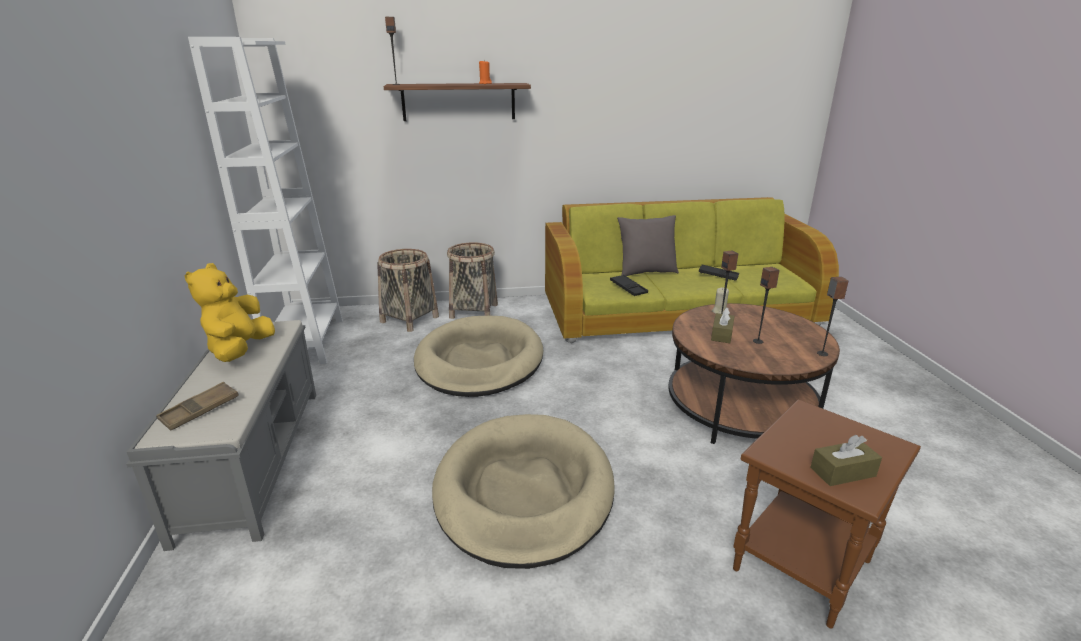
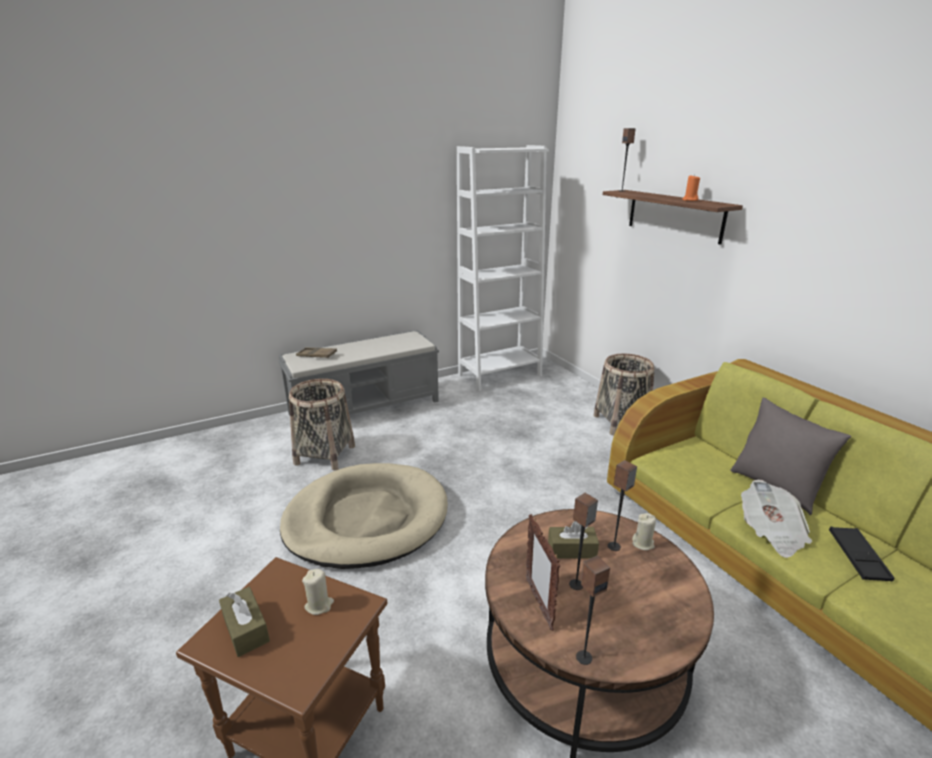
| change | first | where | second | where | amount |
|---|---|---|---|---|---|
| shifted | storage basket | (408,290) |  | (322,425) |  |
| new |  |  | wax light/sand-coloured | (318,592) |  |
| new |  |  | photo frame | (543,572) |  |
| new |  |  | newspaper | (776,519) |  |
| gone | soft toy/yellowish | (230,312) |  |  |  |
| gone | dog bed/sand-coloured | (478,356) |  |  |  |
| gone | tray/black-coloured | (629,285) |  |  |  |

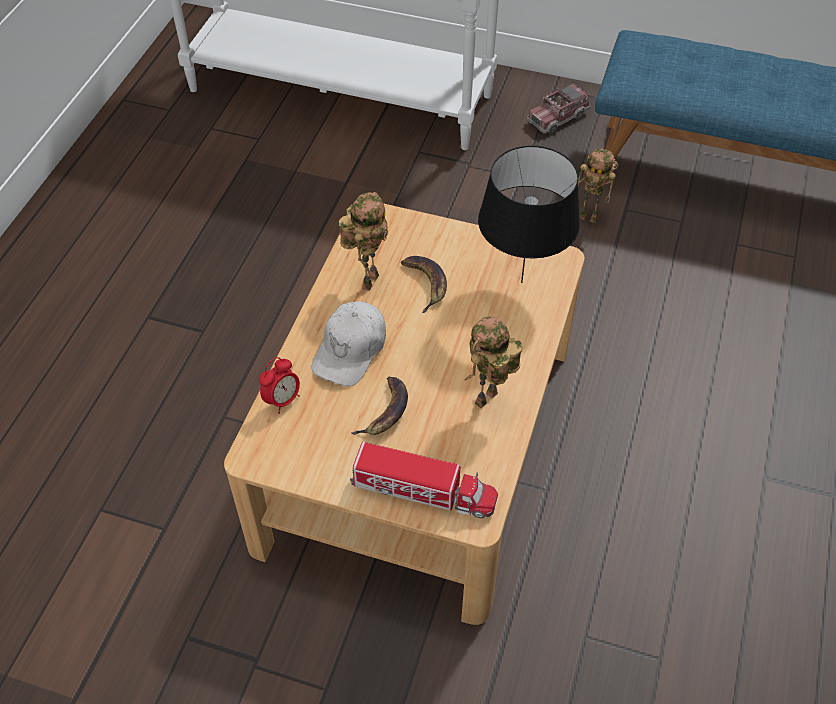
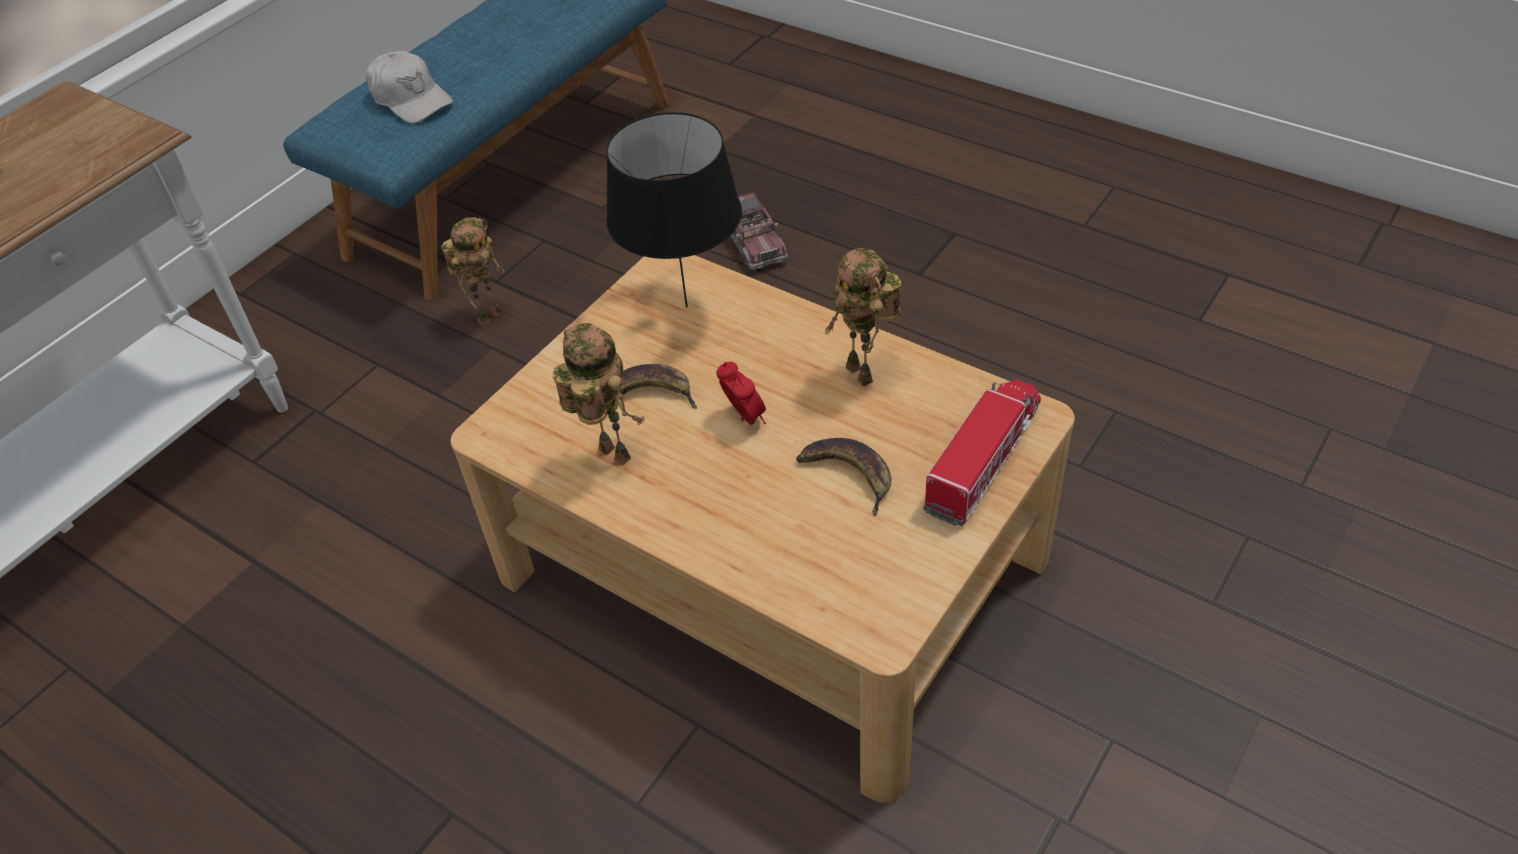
| change | first | where | second | where | amount |
|---|---|---|---|---|---|
| shifted | peaked cap/white-coloured | (349,343) |  | (409,87) |  |
| shifted | bedside clock | (279,385) |  | (741,393) |  |
| shifted | toy lorry | (559,108) |  | (758,230) |  |

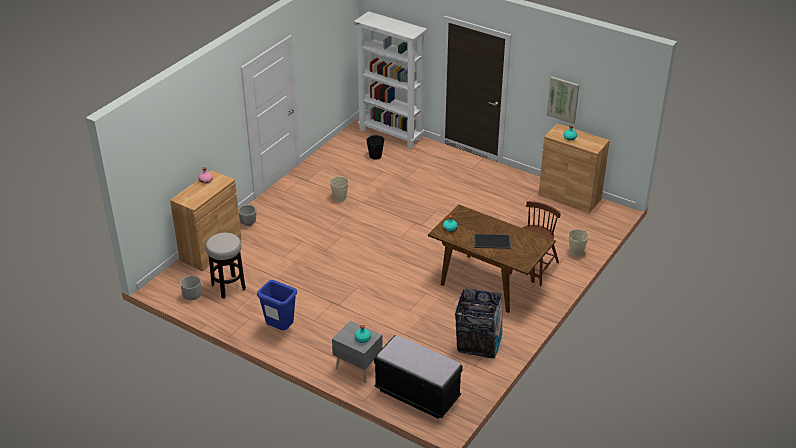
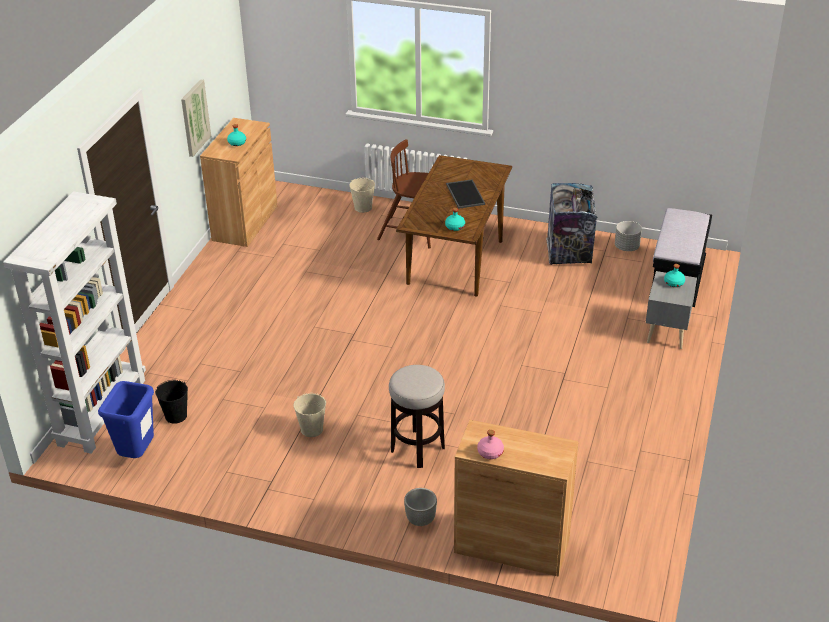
| change | first | where | second | where | amount |
|---|---|---|---|---|---|
| shifted | trash can/bluish | (277,305) |  | (126,419) |  |
| shifted | stool seat | (226,266) |  | (417,416) |  |
| shifted | flower pot/gray | (191,288) |  | (628,236) |  |

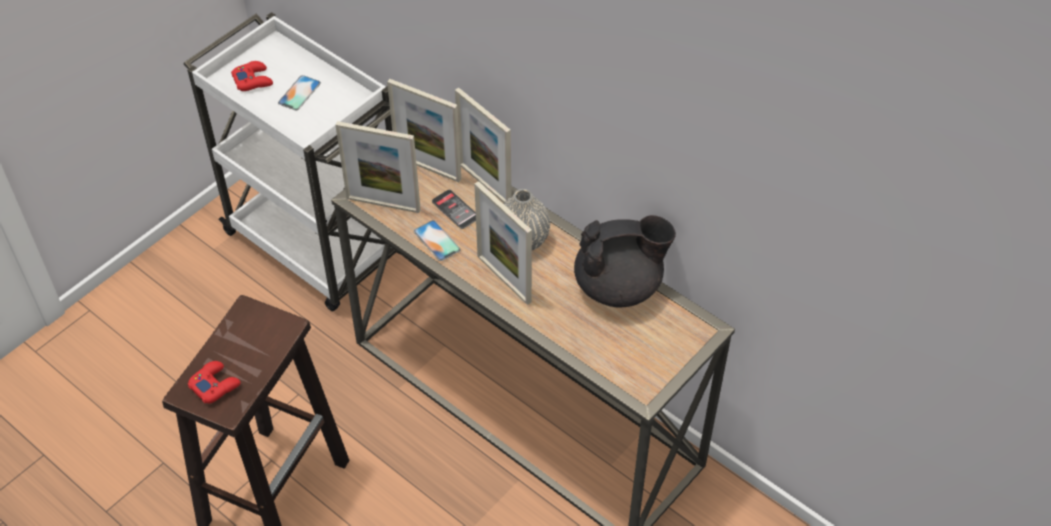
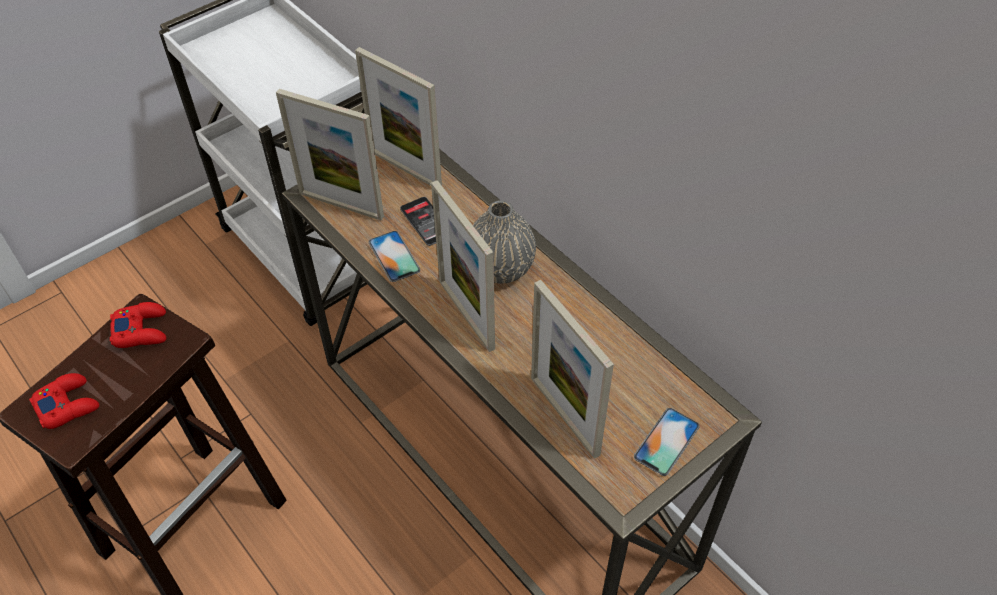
| change | first | where | second | where | amount |
|---|---|---|---|---|---|
| shifted | gamepad/red-coloured | (252,76) |  | (138,325) |  |
| shifted | photo frame | (483,145) |  | (572,369) |  |
| shifted | telephone | (299,92) |  | (667,442) |  |
| gone | tea pot/black-coloured | (625,261) |  |  |  |

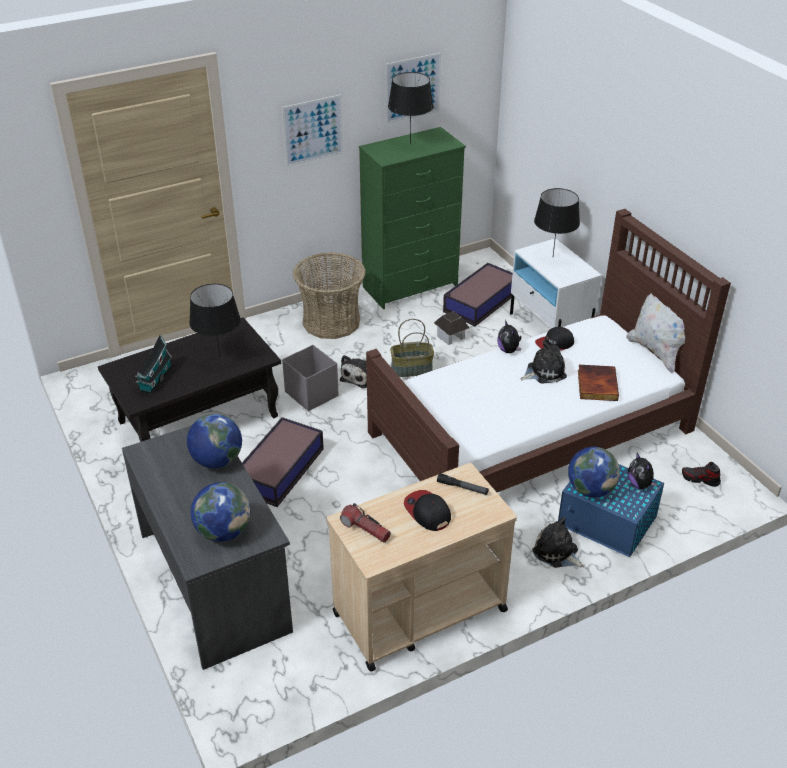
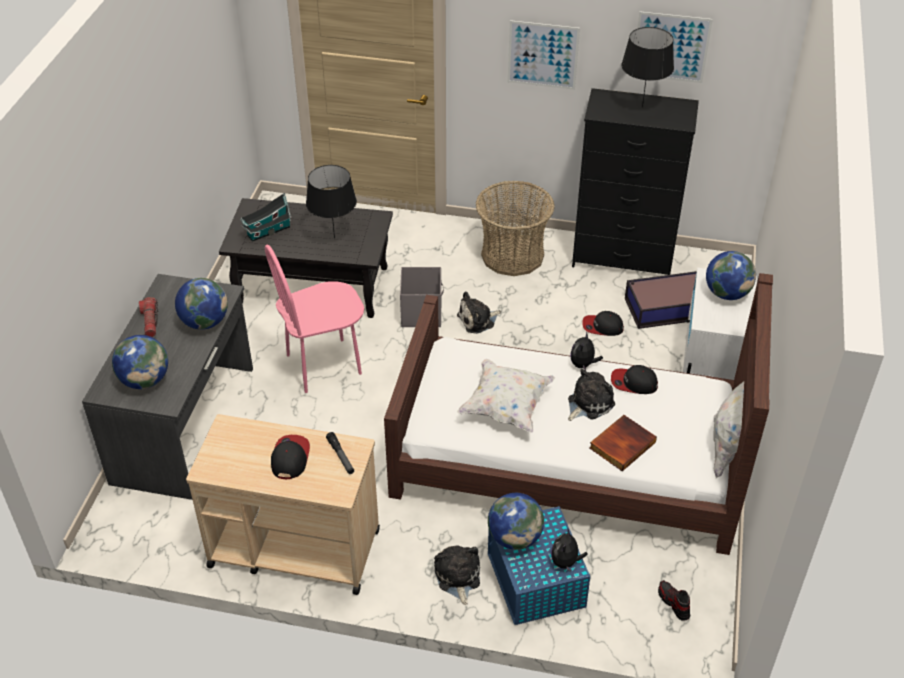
| change | first | where | second | where | amount |
|---|---|---|---|---|---|
| shifted | torch | (365,522) |  | (148,317) |  |
| swapped | storage bin | (283,462) | chair/pink-coloured | (314,319) |  |
| new |  |  | throw pillow/white-coloured | (506,396) |  |
| rotated | soft toy | (543,362) |  | (591,395) | 60 degrees counterclockwise |
| repainted | dresser/greenish | (412,218) | dresser/black-coloured | (635,181) |  |
| swapped | miniature house | (452,328) | peaked cap | (603,323) |  |
| swapped | lamp for a table/black-coloured | (557,221) | desk globe | (731,275) |  |
| gone | storage basket | (412,348) |  |  |  |

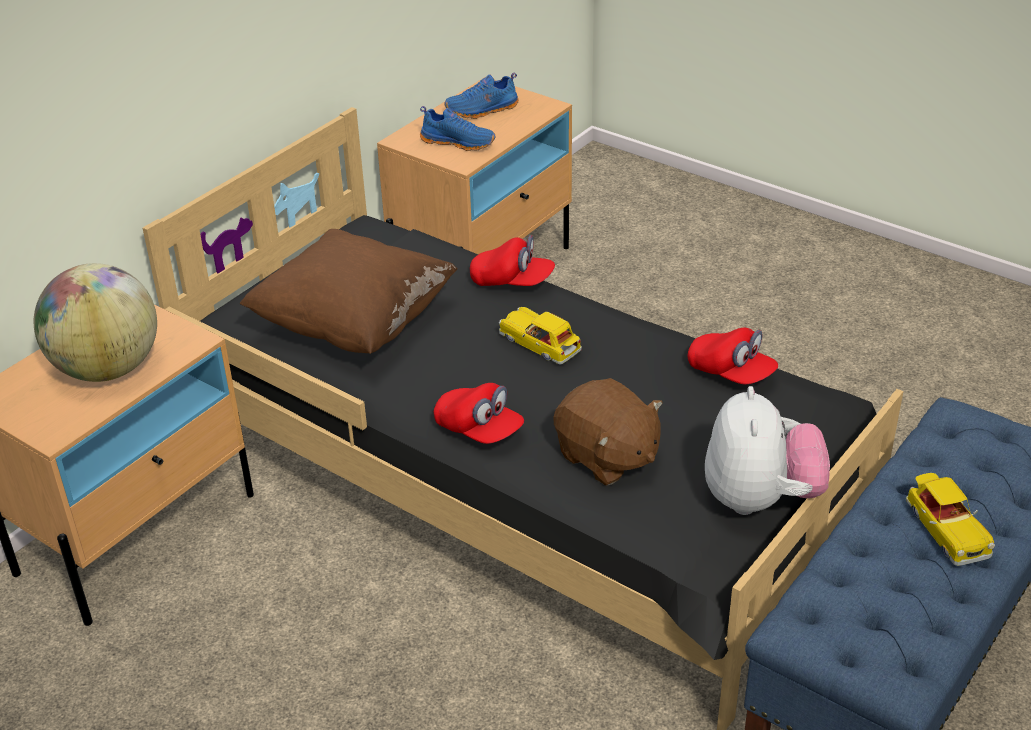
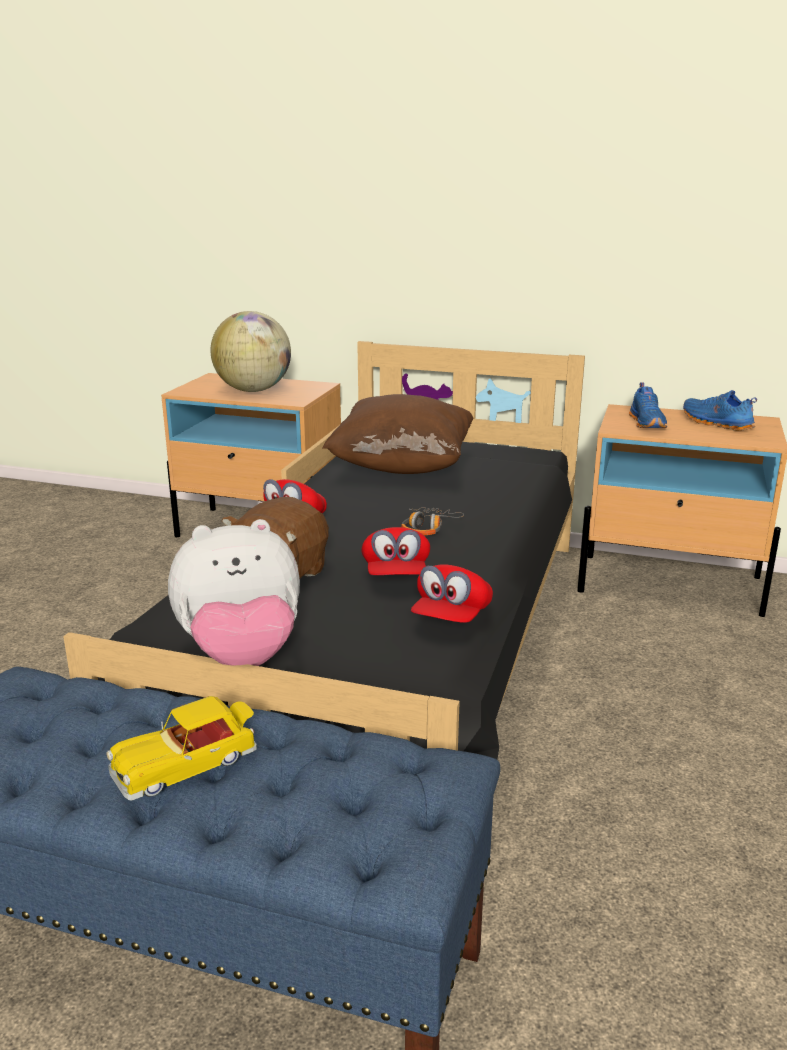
| change | first | where | second | where | amount |
|---|---|---|---|---|---|
| shifted | peaked cap/red-coloured | (512,260) |  | (395,551) |  |
| swapped | miniature car | (540,336) | headphones | (432,521) |  |

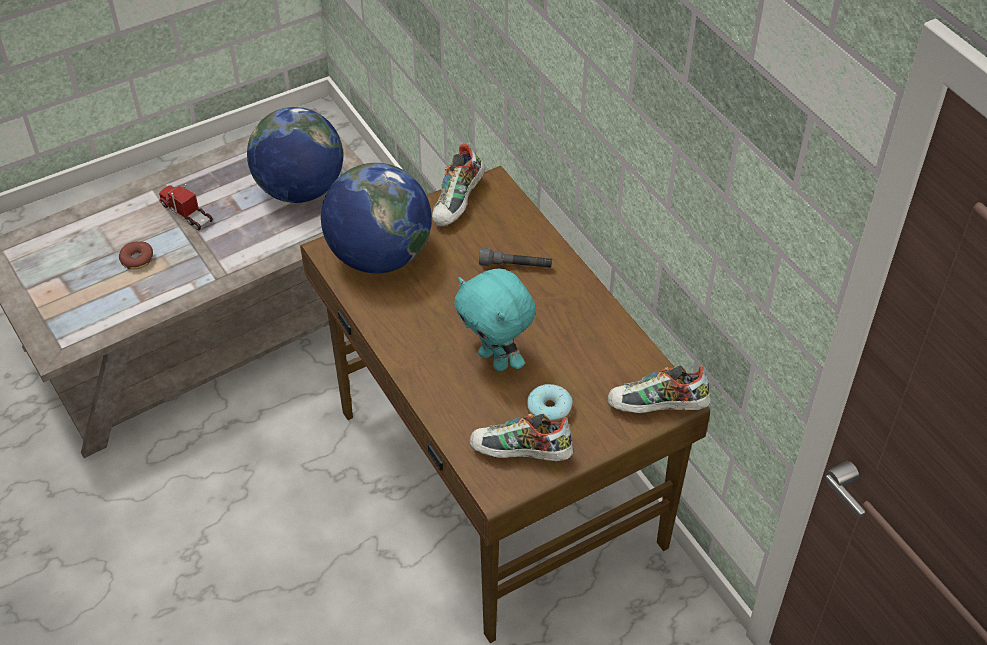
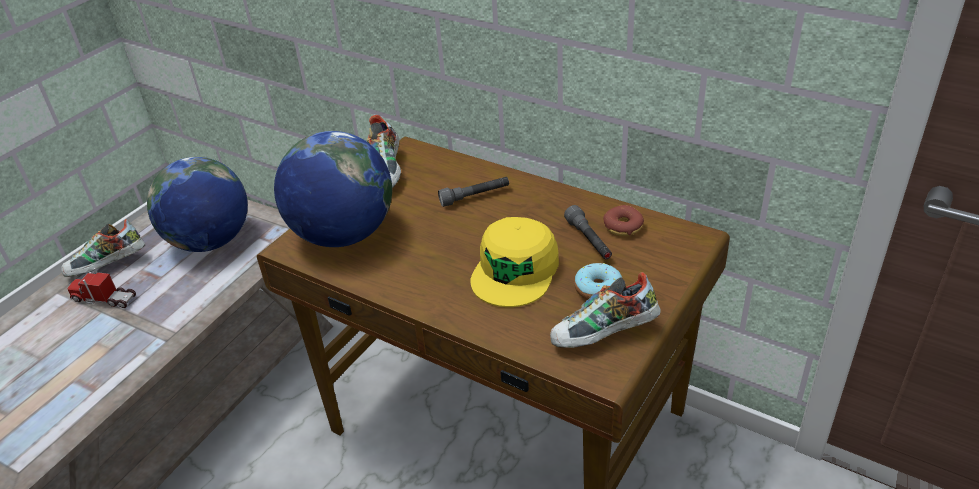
| change | first | where | second | where | amount |
|---|---|---|---|---|---|
| shifted | shoe | (659,389) |  | (103,248) |  |
| swapped | soft toy/blue-green | (495,320) | peaked cap/yellowish | (514,262) |  |
| new |  |  | torch/gray | (588,232) |  |
| shifted | doughnut | (136,255) |  | (623,220) |  |

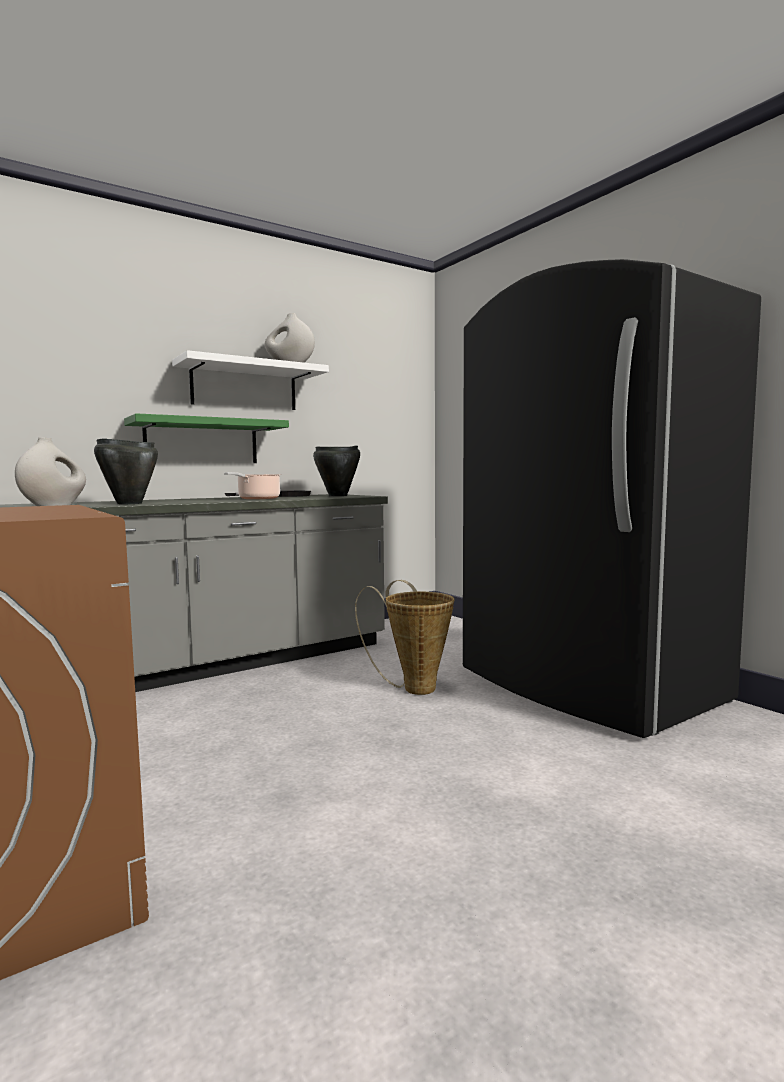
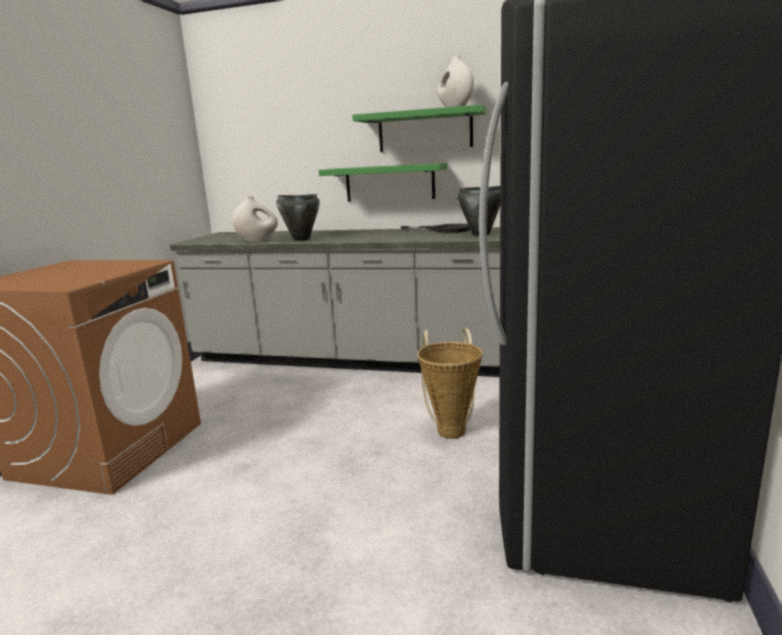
| change | first | where | second | where | amount |
|---|---|---|---|---|---|
| repainted | bracket shelf/white-coloured | (250,380) | bracket shelf/greenish | (419,128) |  |
| gone | stockpot | (253,485) |  |  |  |

